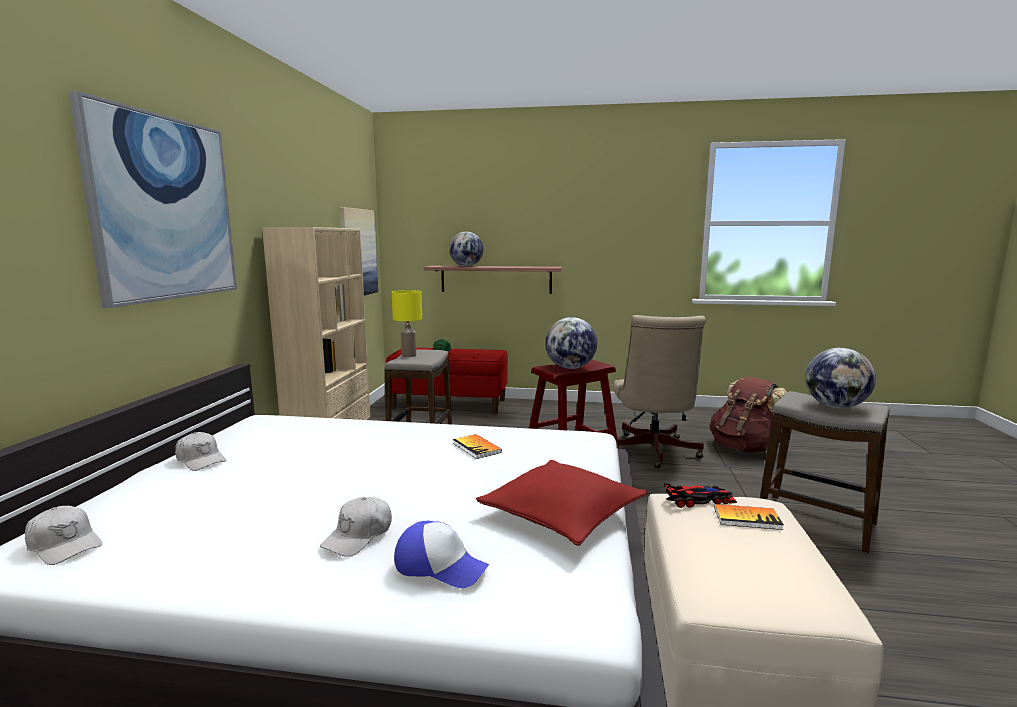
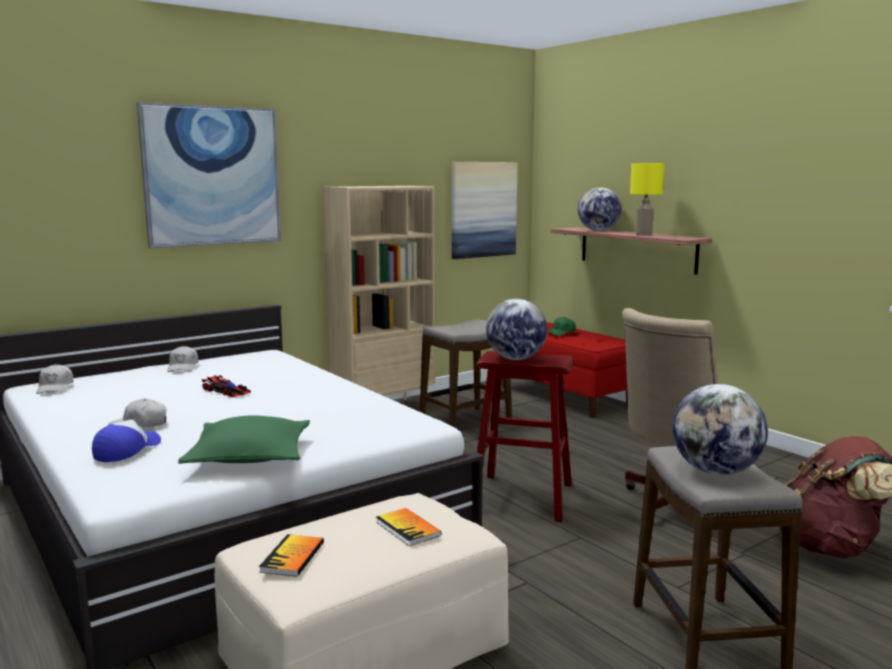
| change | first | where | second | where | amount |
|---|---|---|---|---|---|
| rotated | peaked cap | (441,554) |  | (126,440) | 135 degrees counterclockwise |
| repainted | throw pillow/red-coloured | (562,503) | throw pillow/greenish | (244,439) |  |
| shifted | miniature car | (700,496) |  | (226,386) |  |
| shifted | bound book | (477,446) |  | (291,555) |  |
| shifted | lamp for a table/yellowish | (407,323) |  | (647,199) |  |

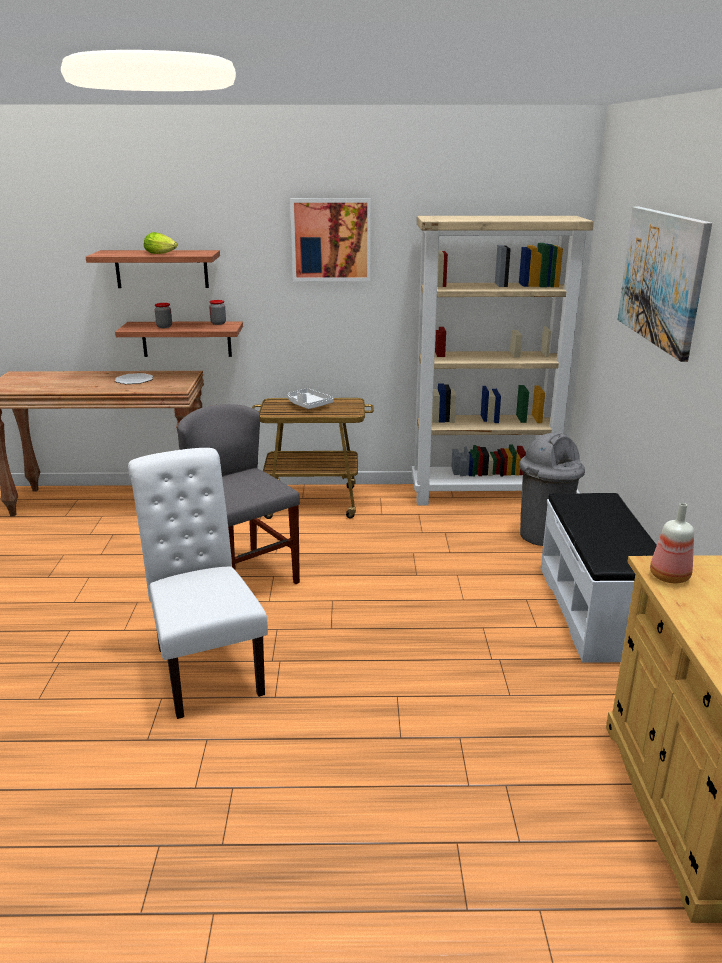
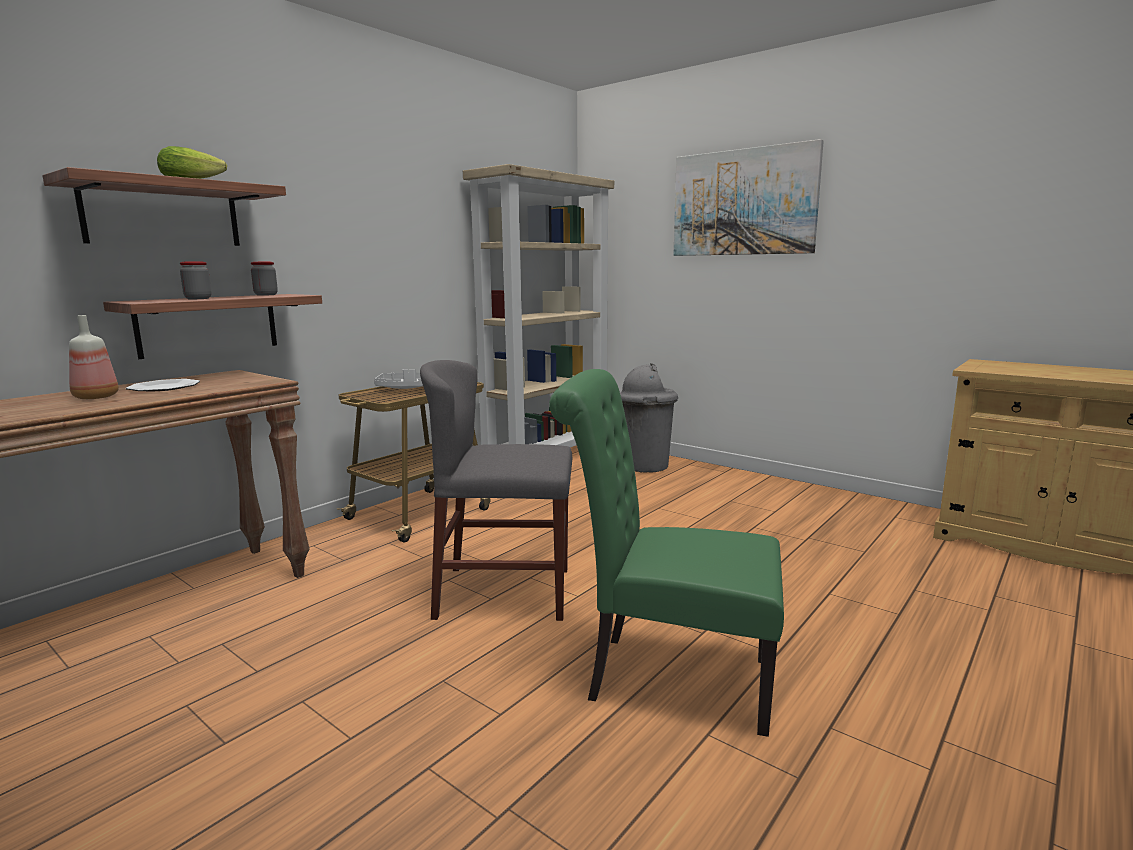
| change | first | where | second | where | amount |
|---|---|---|---|---|---|
| shifted | drink bottle | (672,543) |  | (94,357) |  |
| repainted | chair/white-coloured | (198,583) | chair/greenish | (666,553) |  |
| gone | wall picture | (330,239) |  |  |  |
| gone | bench/white-coloured | (599,578) |  |  |  |

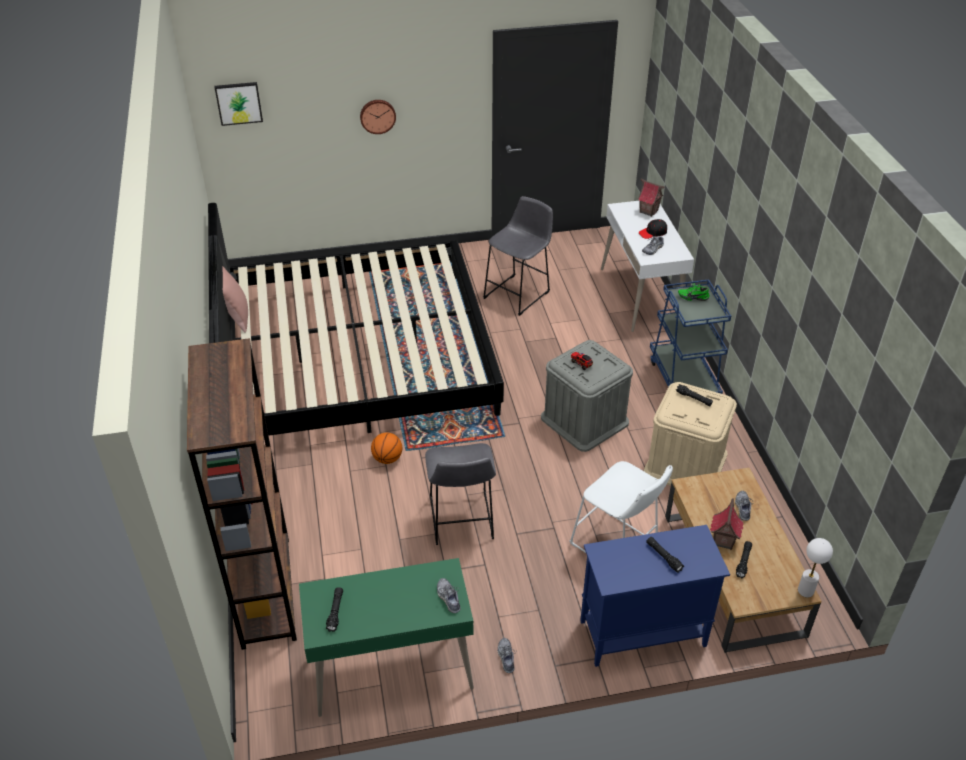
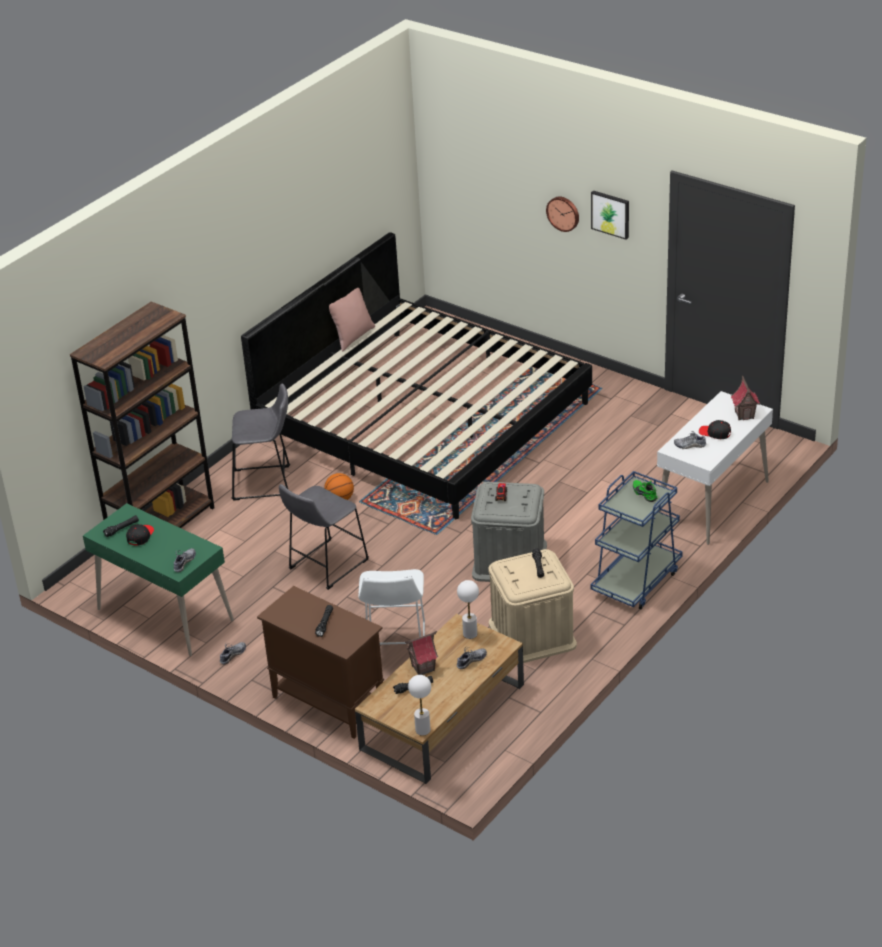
| change | first | where | second | where | amount |
|---|---|---|---|---|---|
| new |  |  | peaked cap/black-coloured | (140,535) |  |
| shifted | stool seat/gray | (518,256) |  | (261,442) |  |
| repainted | storage cabinet/bluish | (655,596) | storage cabinet/brown | (320,662) |  |
| new |  |  | lamp for a table/white-coloured | (468,609) |  |
| shifted | wall picture | (239,104) |  | (610,215) |  |

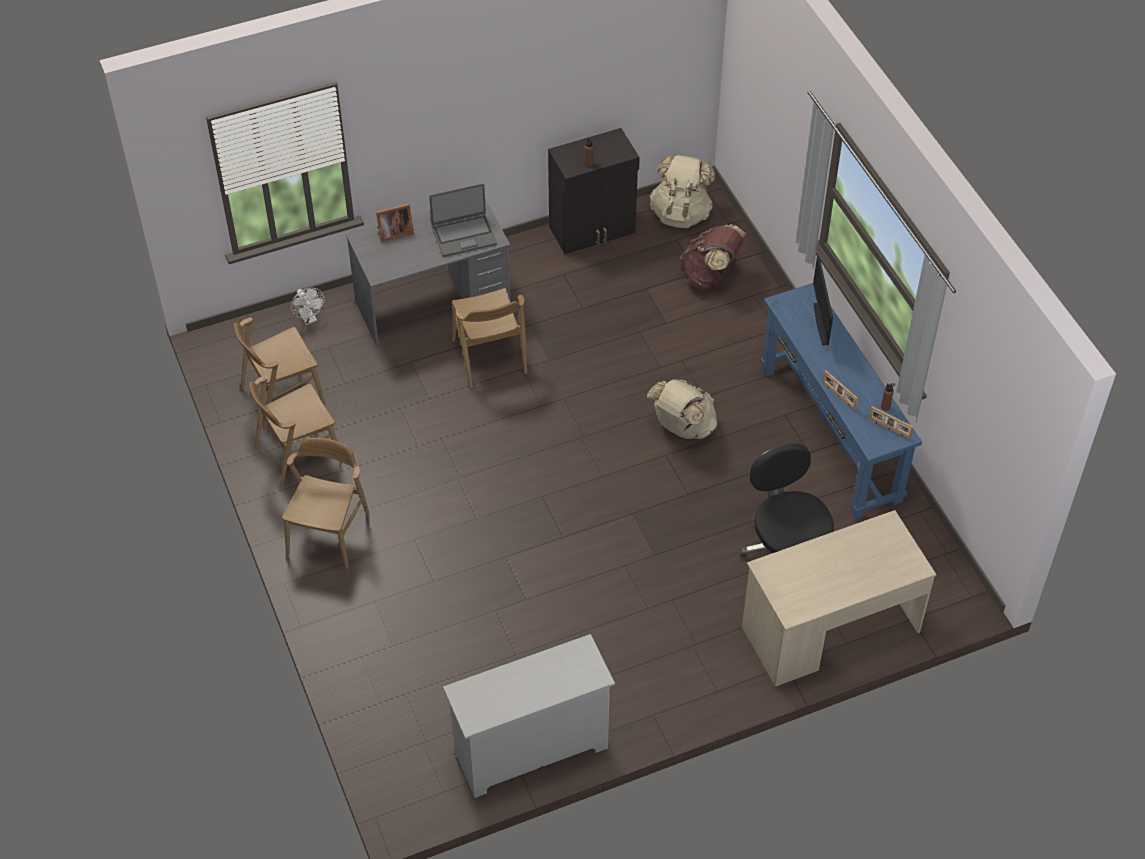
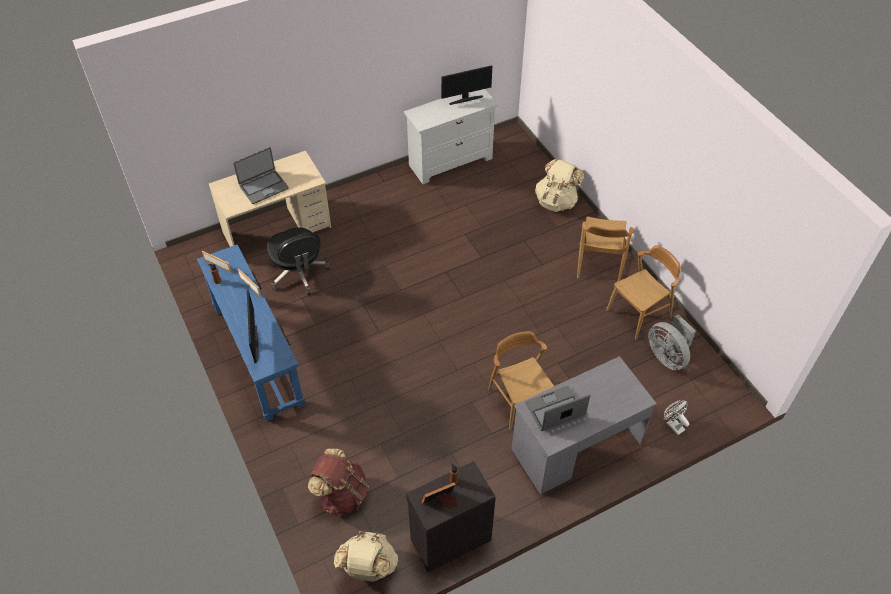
| change | first | where | second | where | amount |
|---|---|---|---|---|---|
| new |  |  | laptop | (261,175) |  |
| shifted | photo frame | (395,223) |  | (439,495) |  |
| new |  |  | monitor | (466,85) |  |
| shifted | rucksack/sand-coloured | (682,409) |  | (559,185) |  |
| swapped | chair/brown | (280,373) | fan/gray | (672,342) |  |

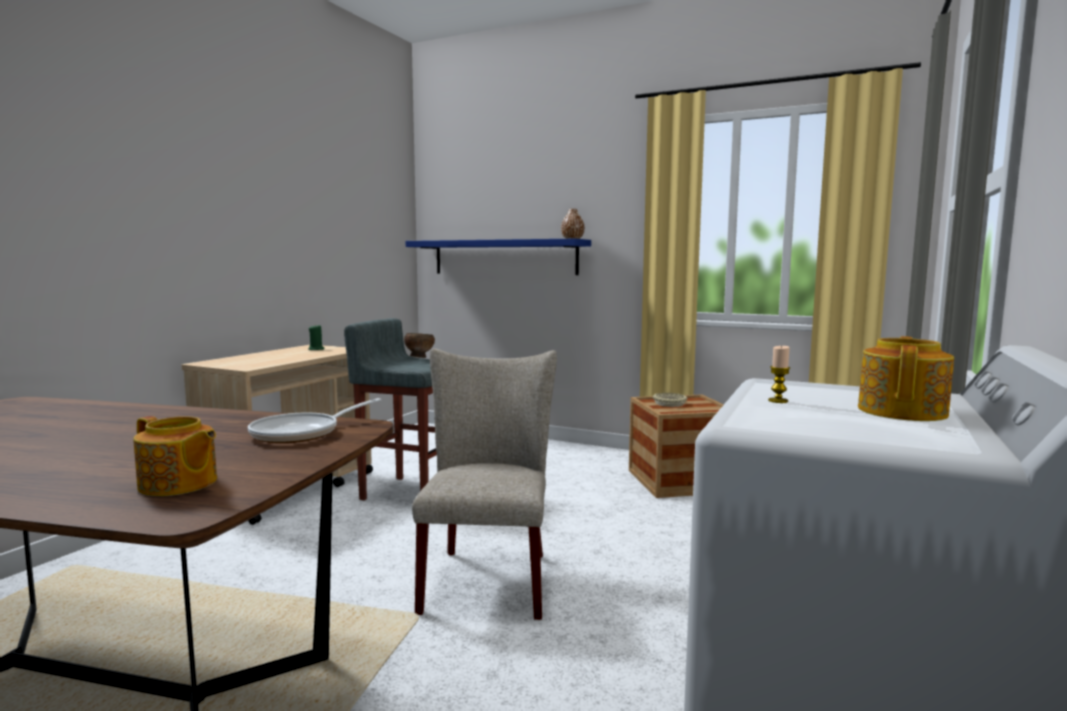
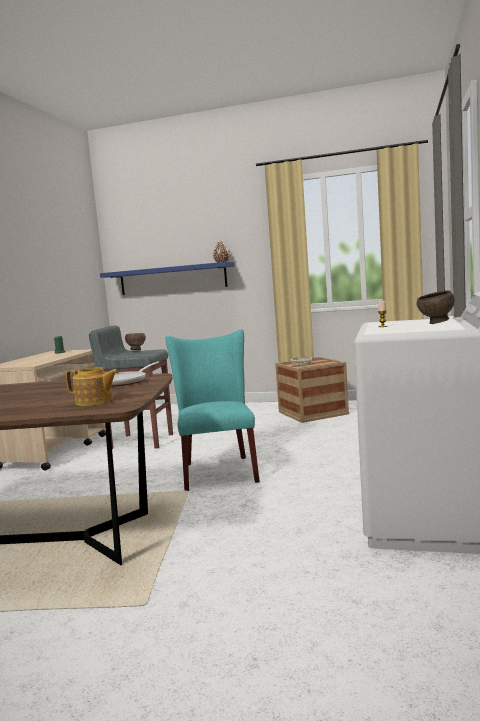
| change | first | where | second | where | amount |
|---|---|---|---|---|---|
| repainted | chair/sand-coloured | (484,484) | chair/blue-green | (212,410) |  |
| swapped | tea pot | (906,378) | deep dish/brown | (435,307) |  |

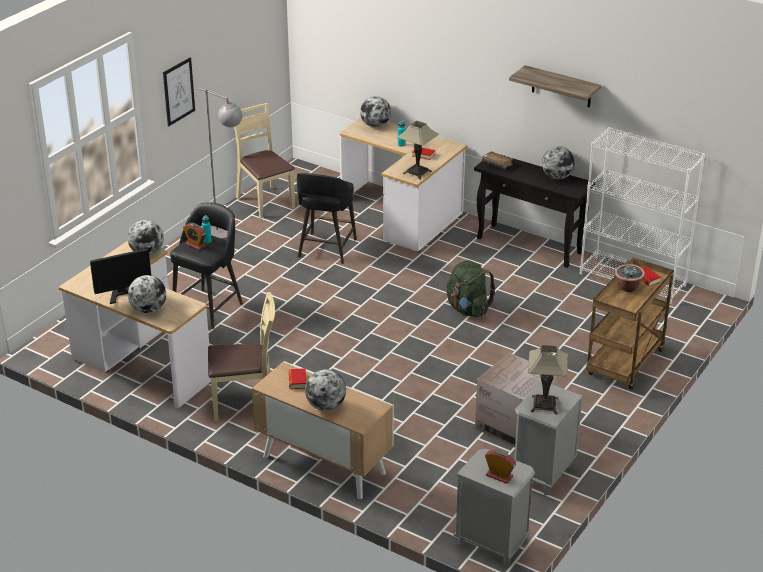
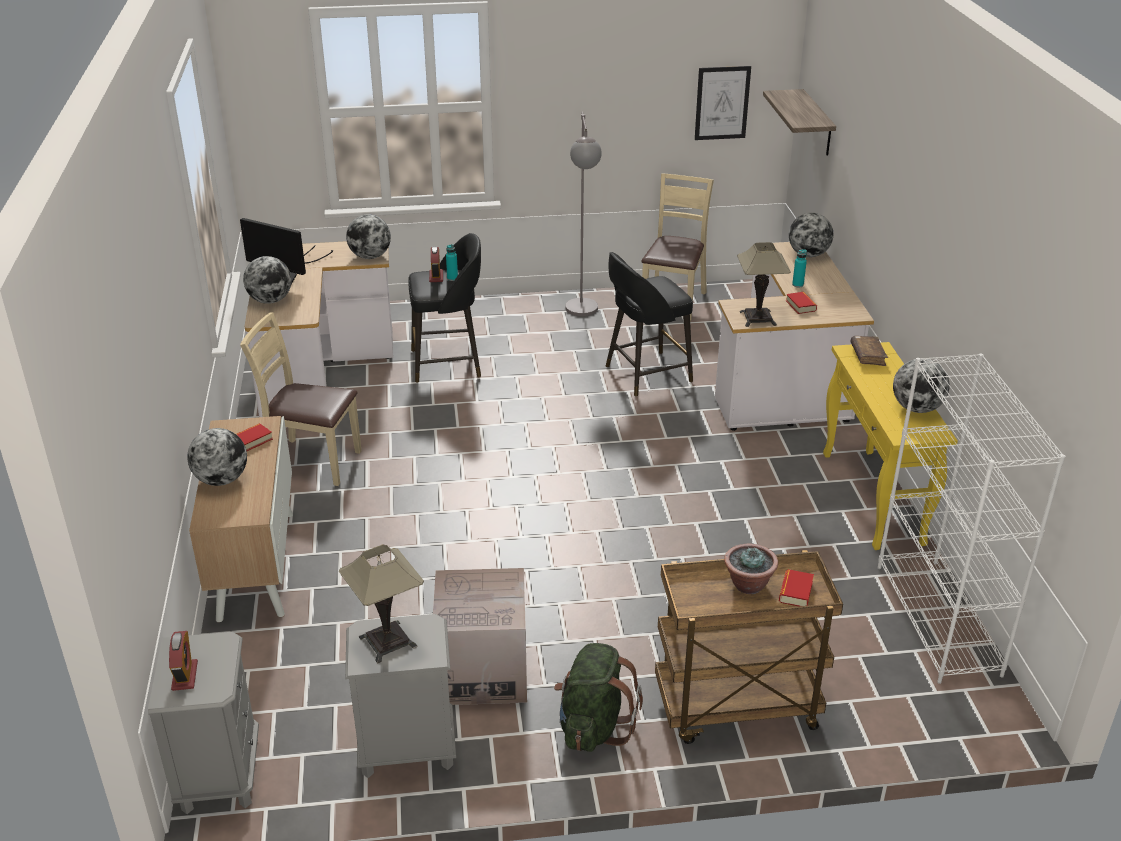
| change | first | where | second | where | amount |
|---|---|---|---|---|---|
| rotated | chair/sand-coloured | (241,356) |  | (301,399) | 150 degrees clockwise |
| shifted | rucksack/greenish | (471,289) |  | (598,697) |  |
| shifted | wall picture | (179,91) |  | (723,103) |  |
| shifted | bracket shelf | (555,86) |  | (799,122) |  |
| repainted | narrow table/black-coloured | (534,211) | narrow table/yellowish | (890,446) |  |

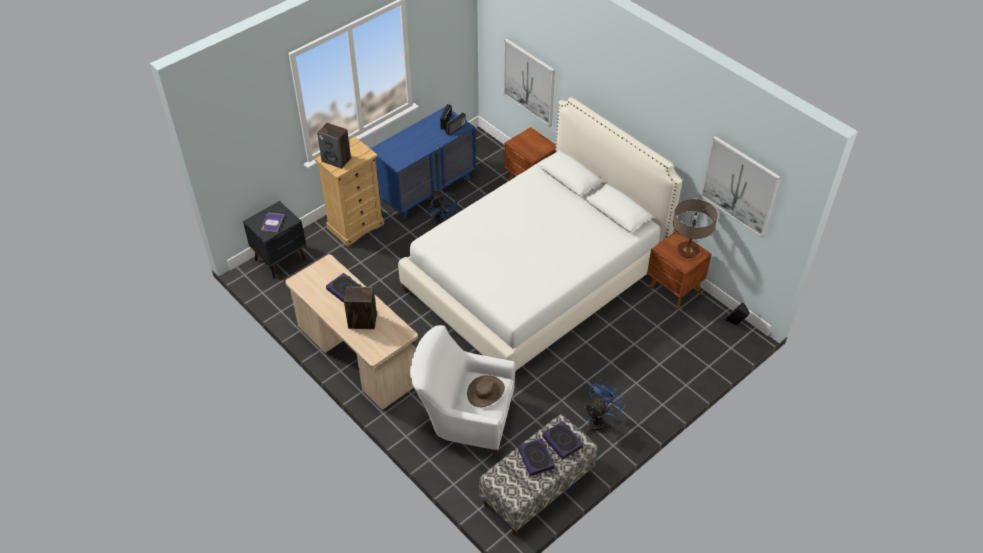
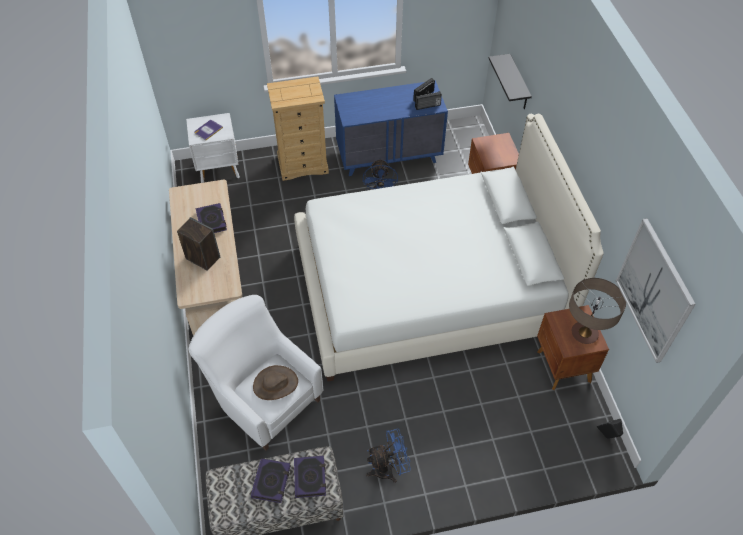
| change | first | where | second | where | amount |
|---|---|---|---|---|---|
| repainted | night table/black-coloured | (274,240) | night table/white-coloured | (213,148) |  |
| swapped | wall picture | (529,82) | bracket shelf/black-coloured | (510,81) |  |
| gone | loudspeaker | (334,146) |  |  |  |

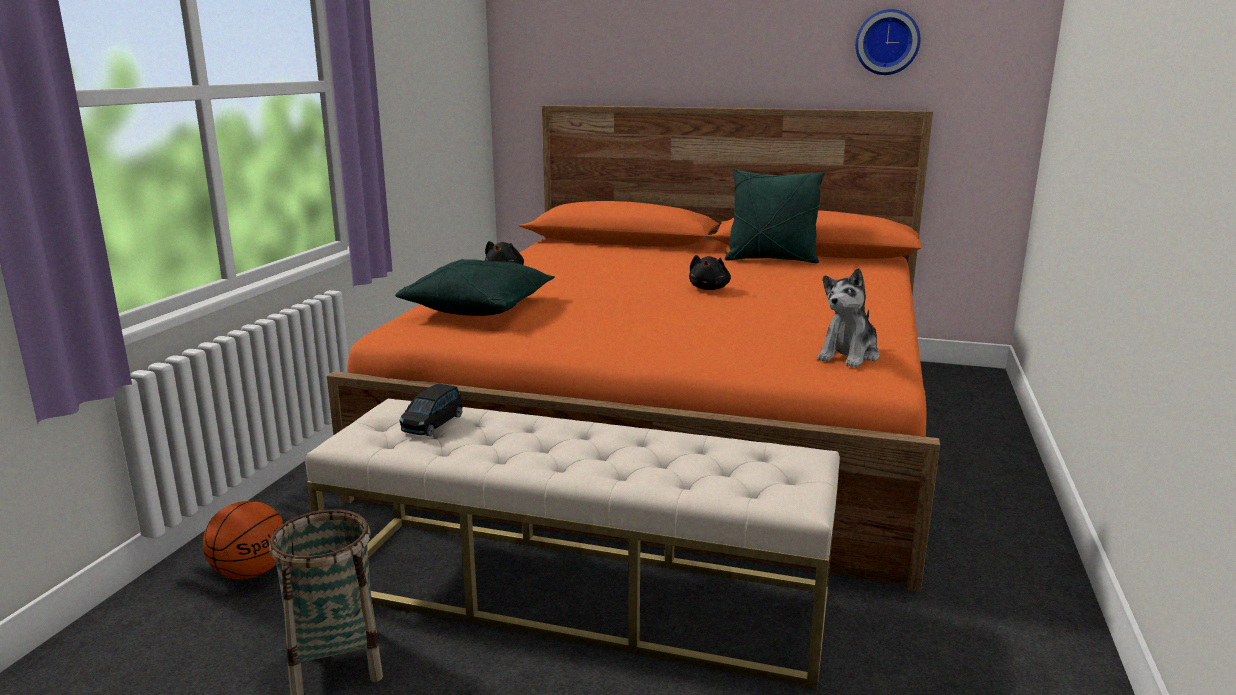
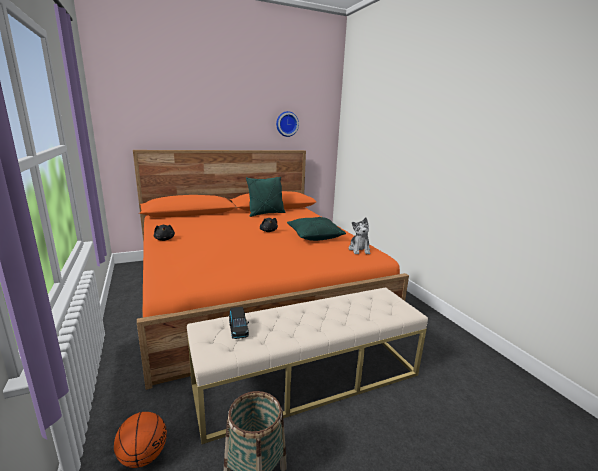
| change | first | where | second | where | amount |
|---|---|---|---|---|---|
| shifted | throw pillow/greenish | (475,287) |  | (316,229) |  |

